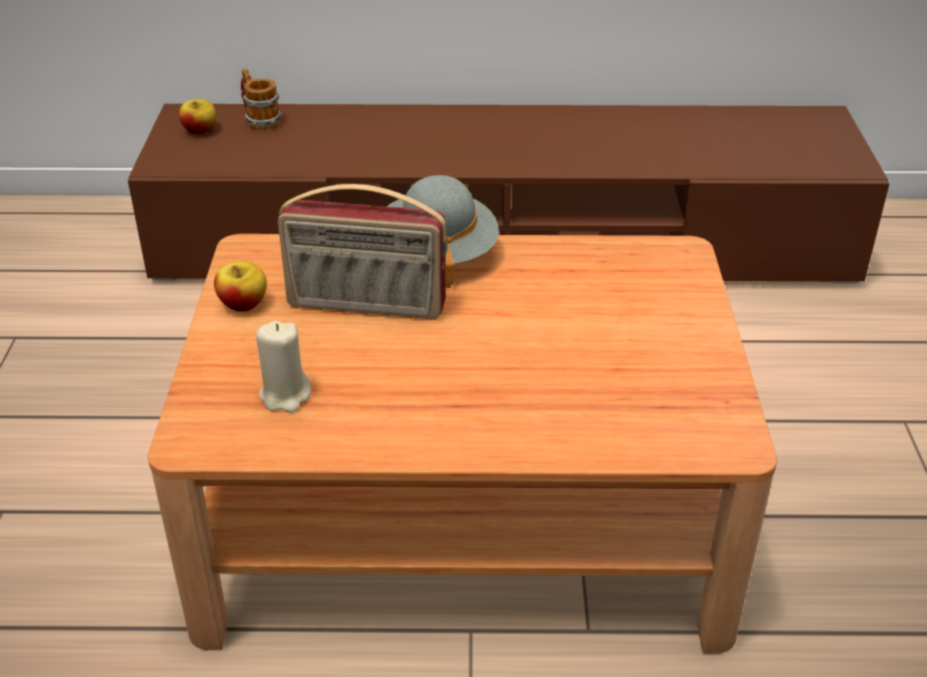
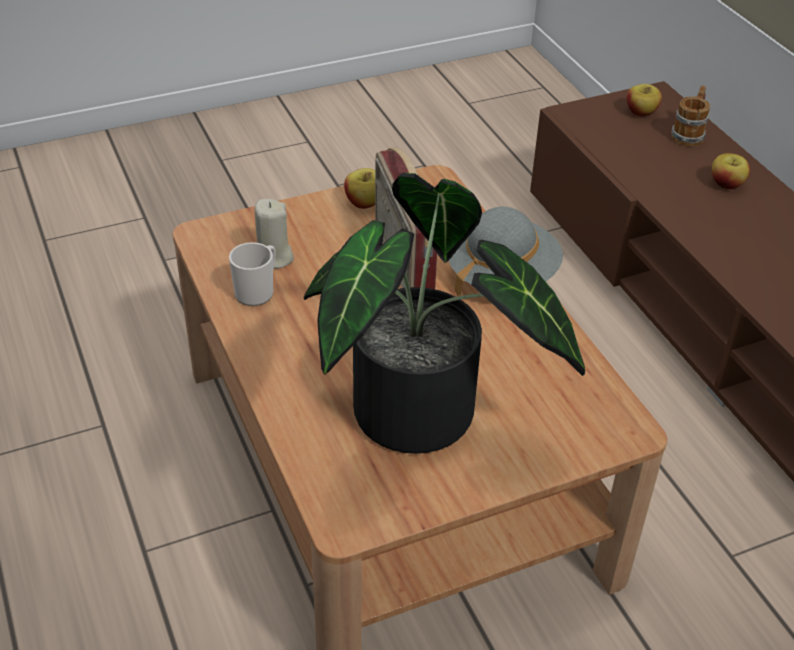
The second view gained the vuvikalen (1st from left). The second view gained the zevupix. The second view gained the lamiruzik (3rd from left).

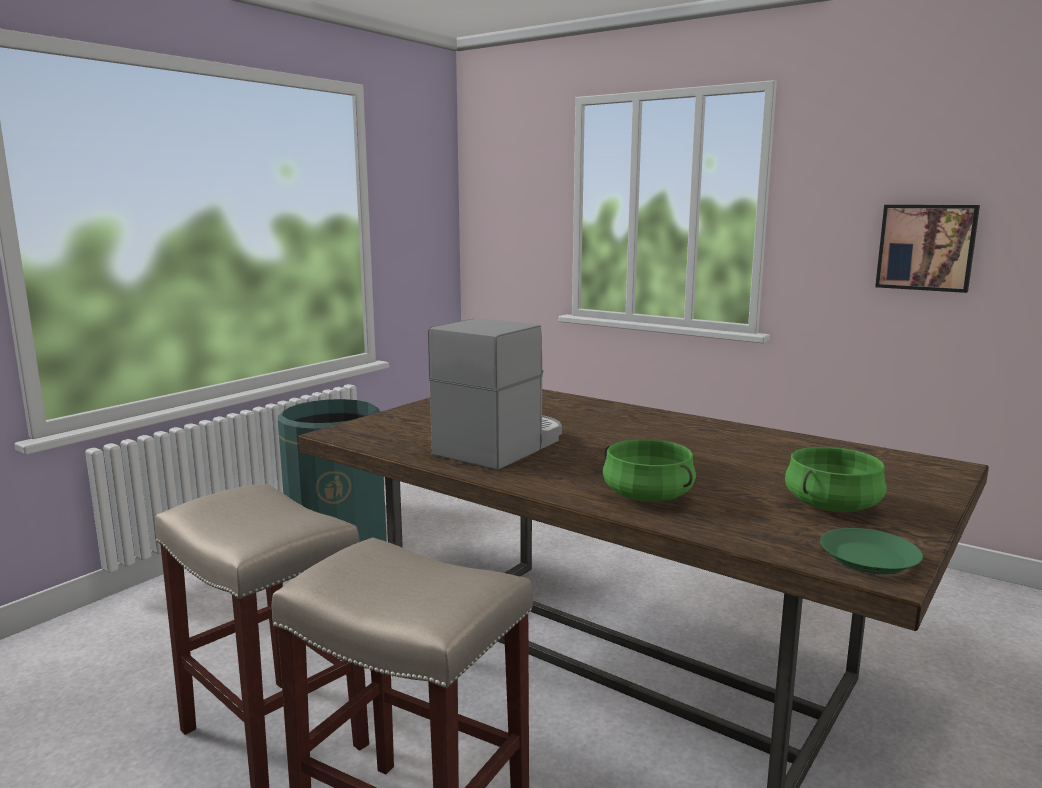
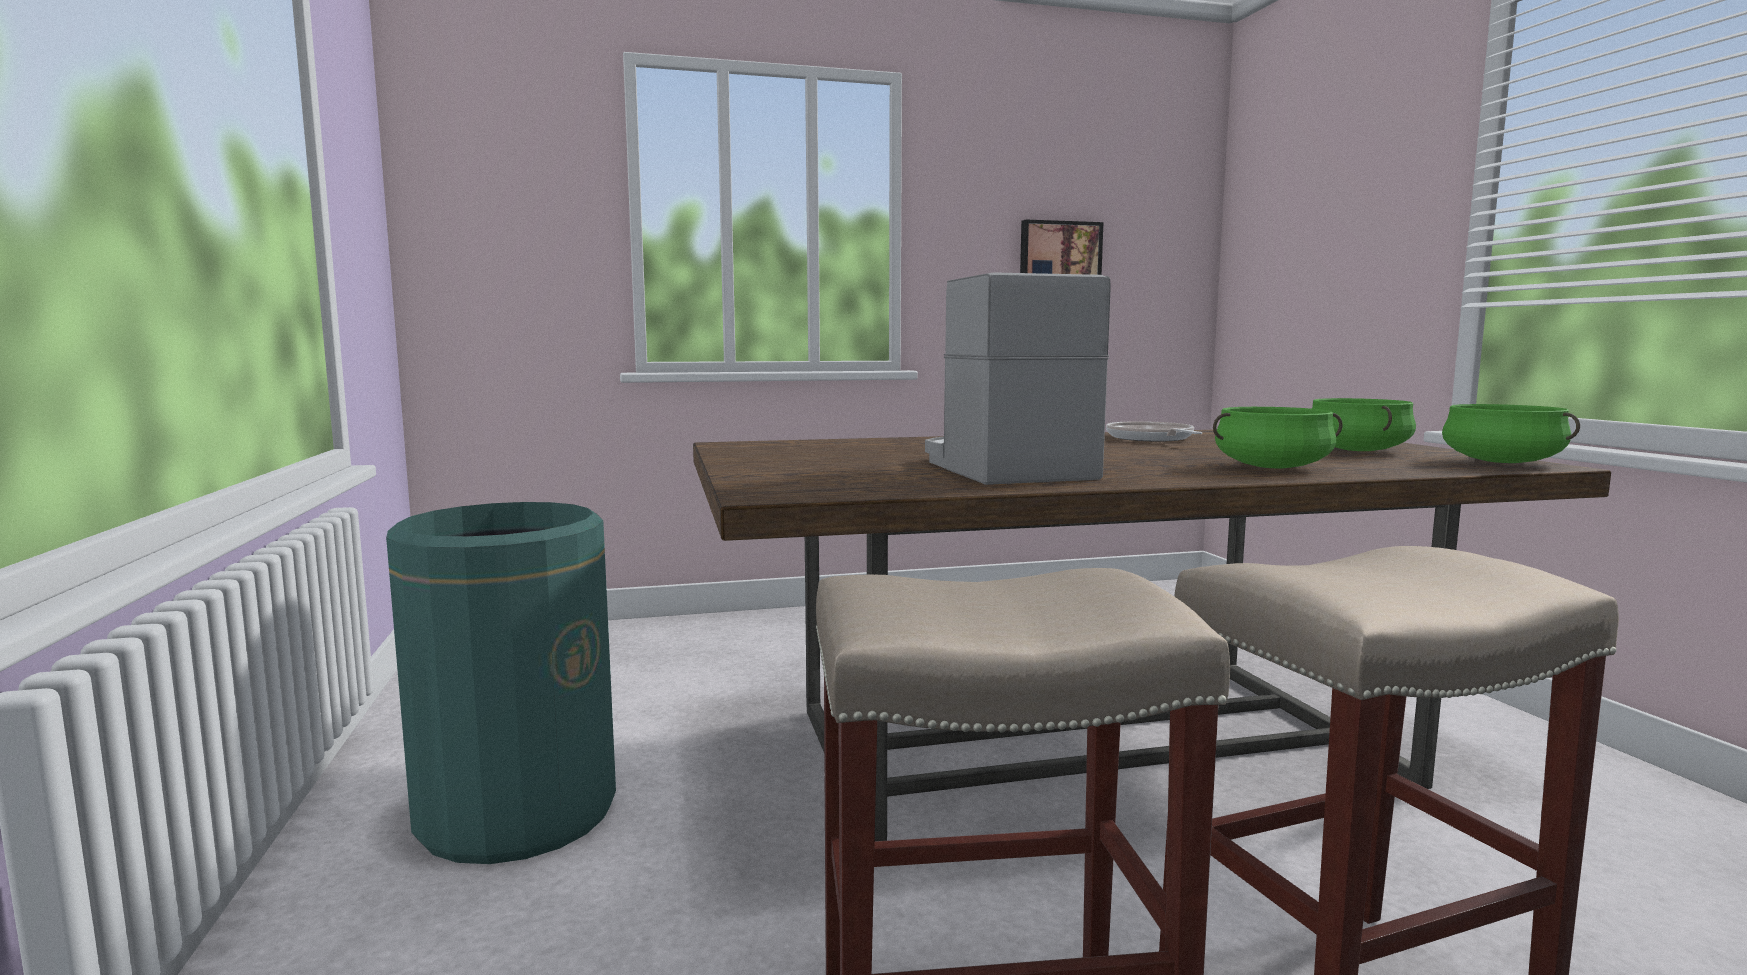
The second view gained the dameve. Where the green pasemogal stood, the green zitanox (3rd from left) came to stand.

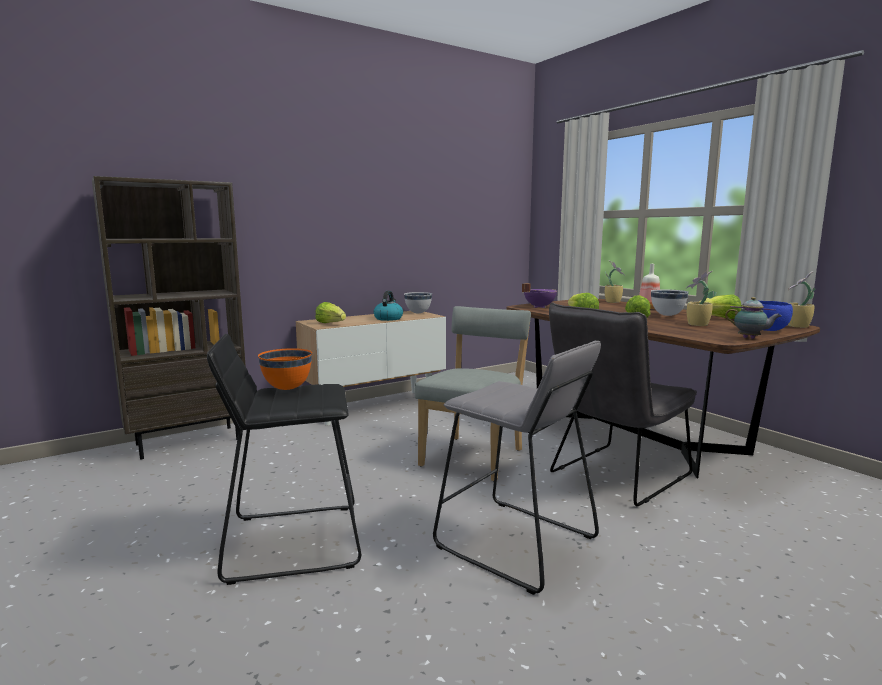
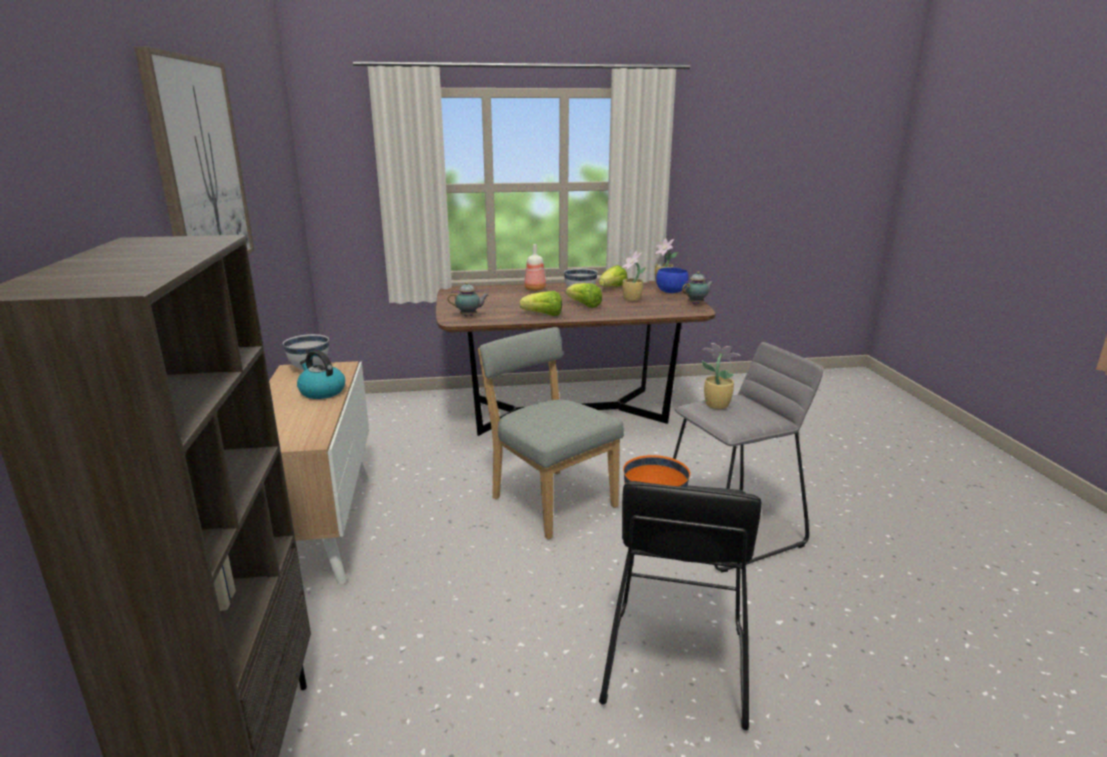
The second view gained the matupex. Where the purple zitanox stood, the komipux (1st from left) came to stand. The zevupix (1st from left in the first image) ended up elsewhere. The second view lost the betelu (1st from left). The second view lost the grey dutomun (2nd from left).

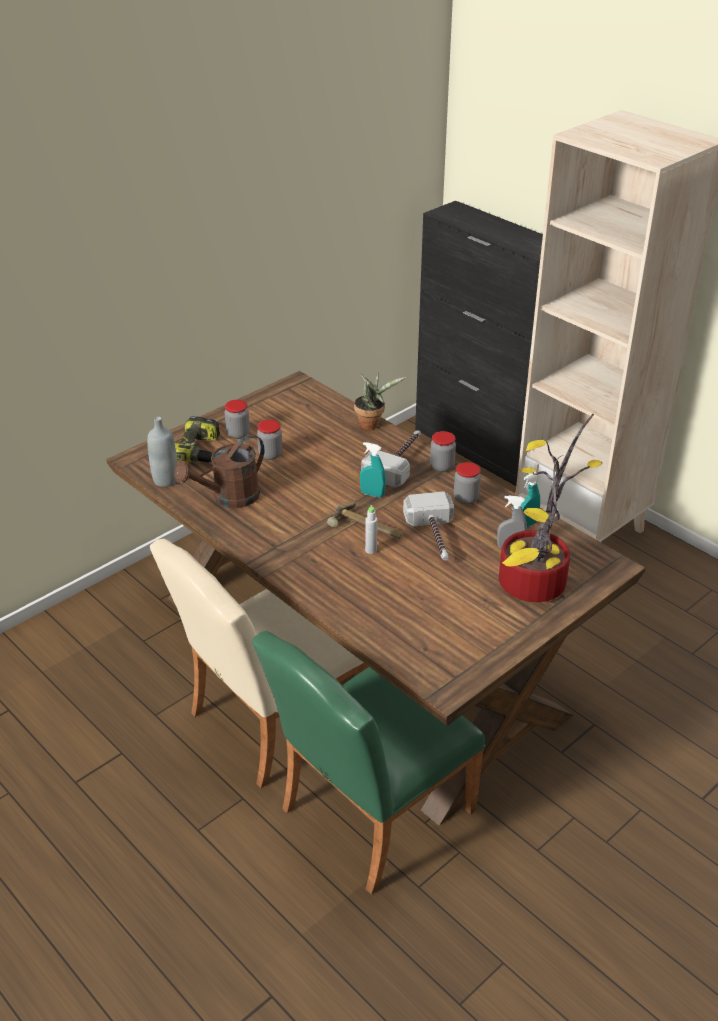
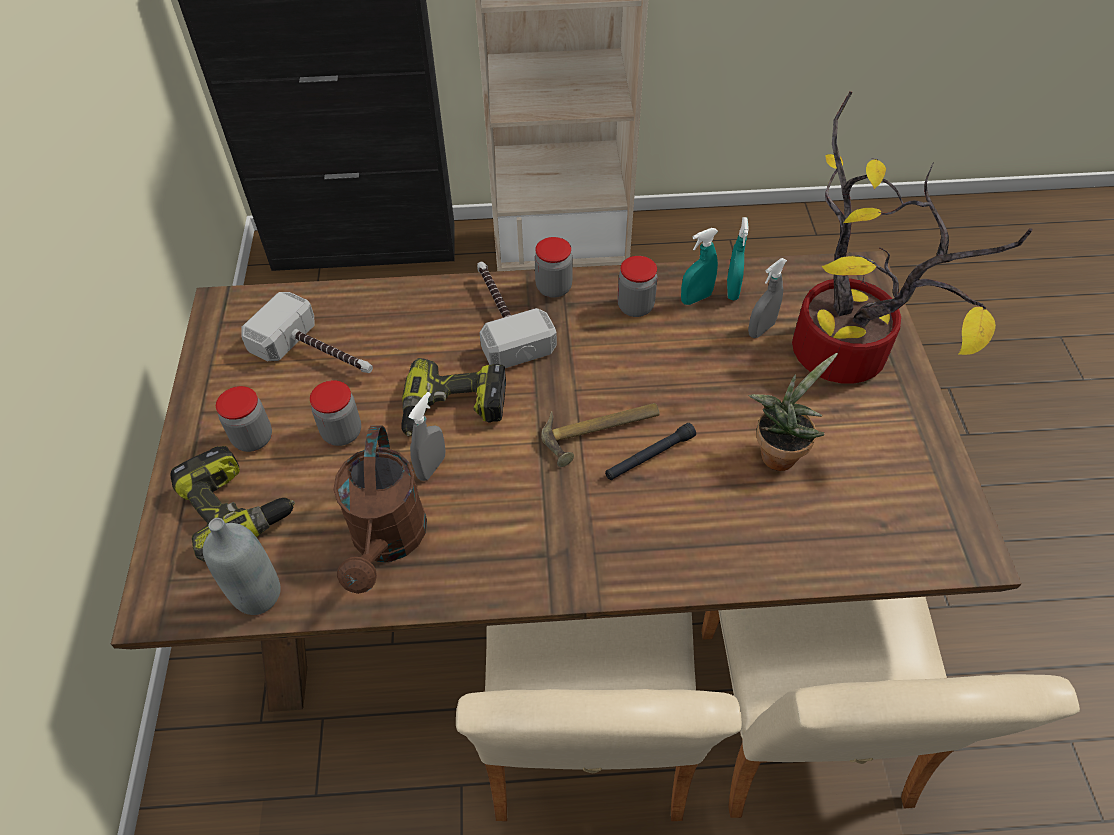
The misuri (3rd from left in the first image) ended up elsewhere. The second view gained the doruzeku (2nd from left). The second view gained the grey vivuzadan (1st from left). Where the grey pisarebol (2nd from left) stood, the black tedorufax came to stand. The turquoise vivuzadan (1st from left) ended up elsewhere. What was the green dutomun turned into the beige dutomun (2nd from left). The zevupix (1st from left) ended up elsewhere.

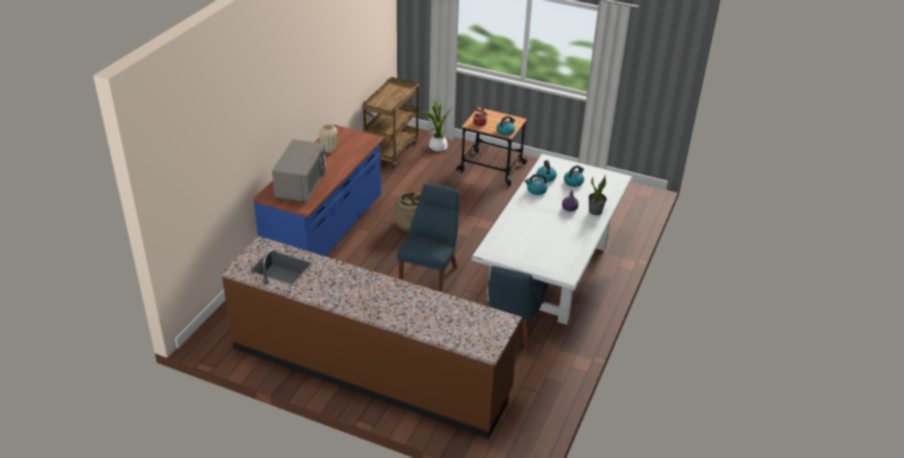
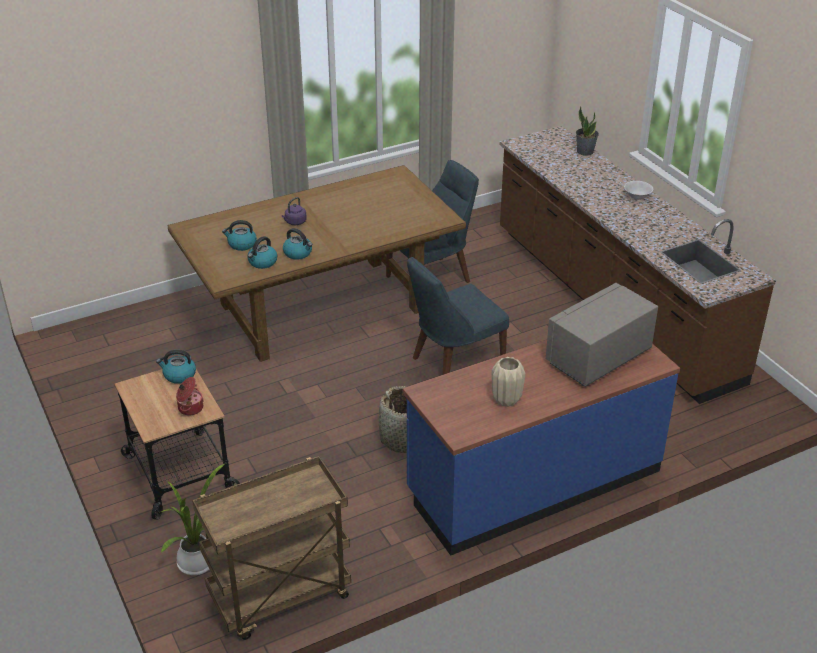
What was the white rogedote turned into the brown rogedote. The zevupix (2nd from left) ended up elsewhere. The second view gained the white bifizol.

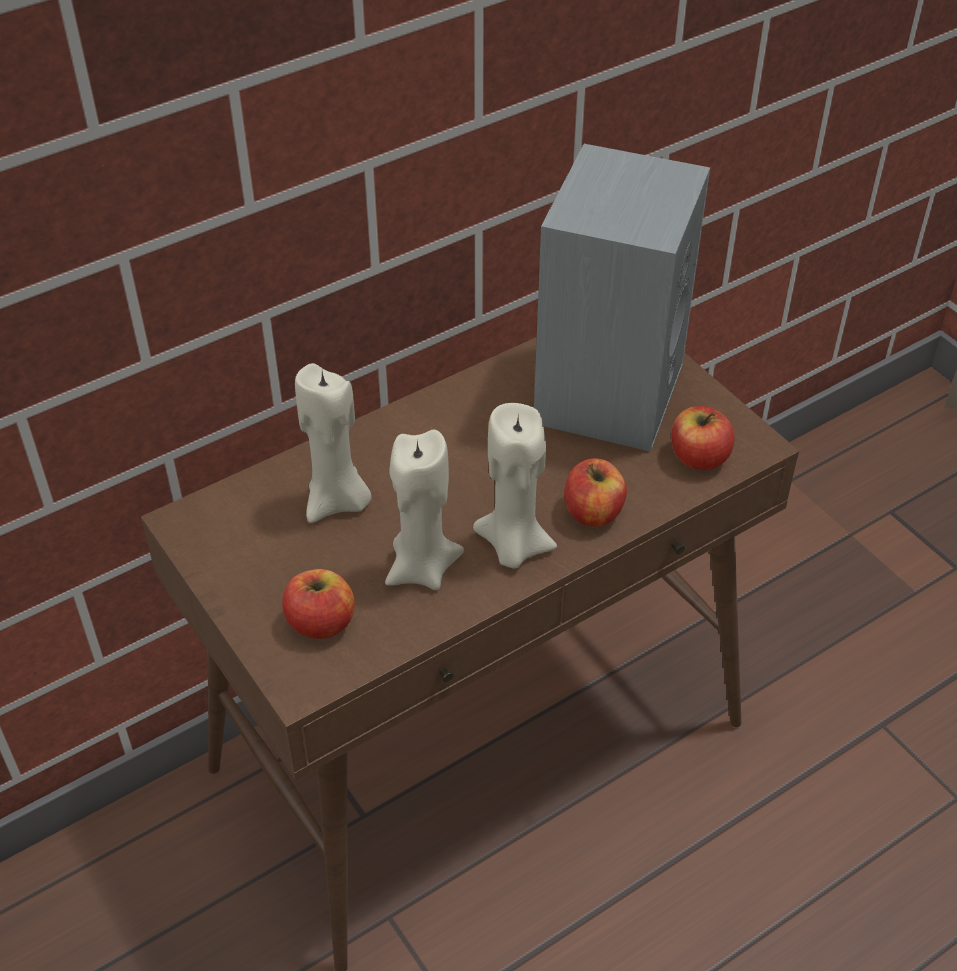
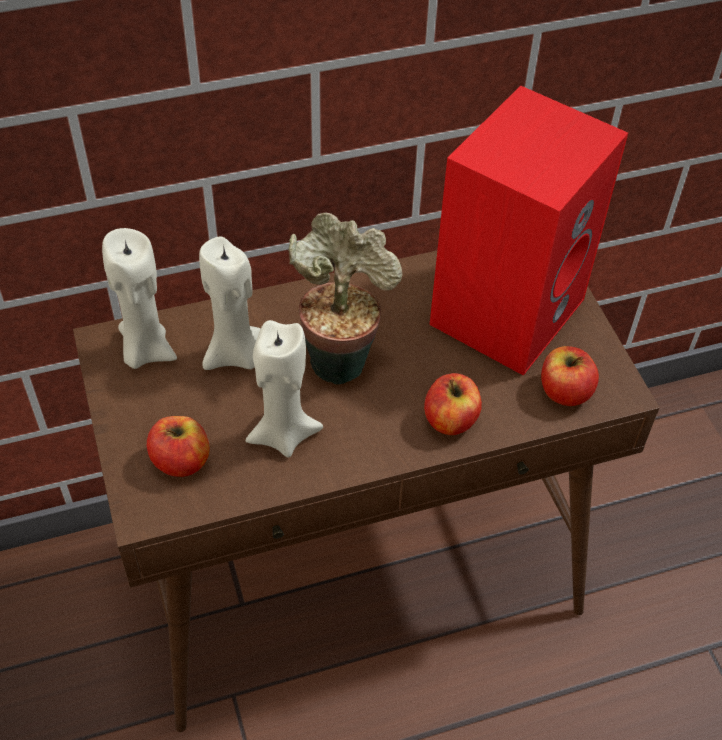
The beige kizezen (3rd from left in the first image) ended up elsewhere. The second view gained the zevupix. What was the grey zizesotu turned into the red zizesotu.

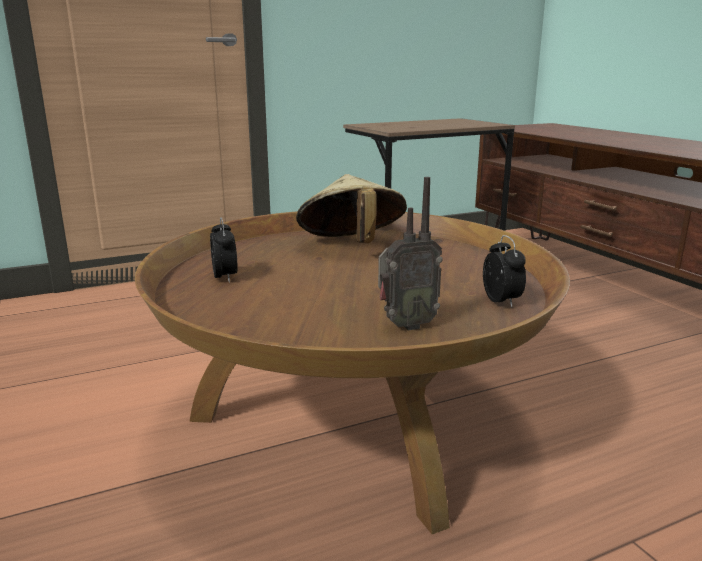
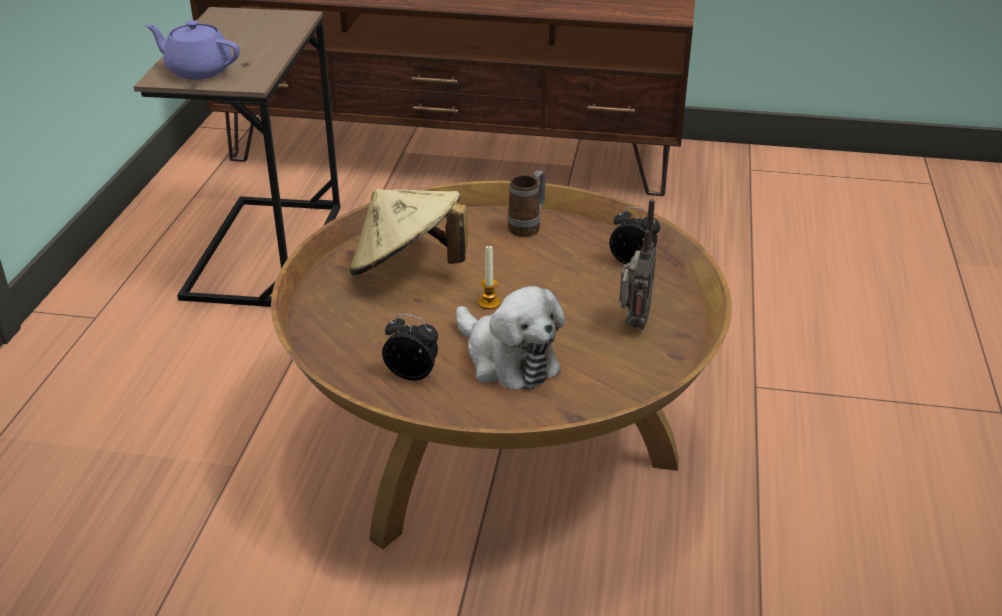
The second view gained the purple komipux. The second view gained the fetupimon. The second view gained the kizezen. The second view gained the vuvikalen.

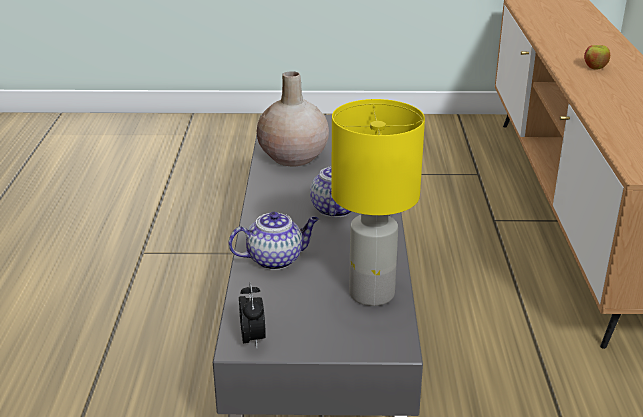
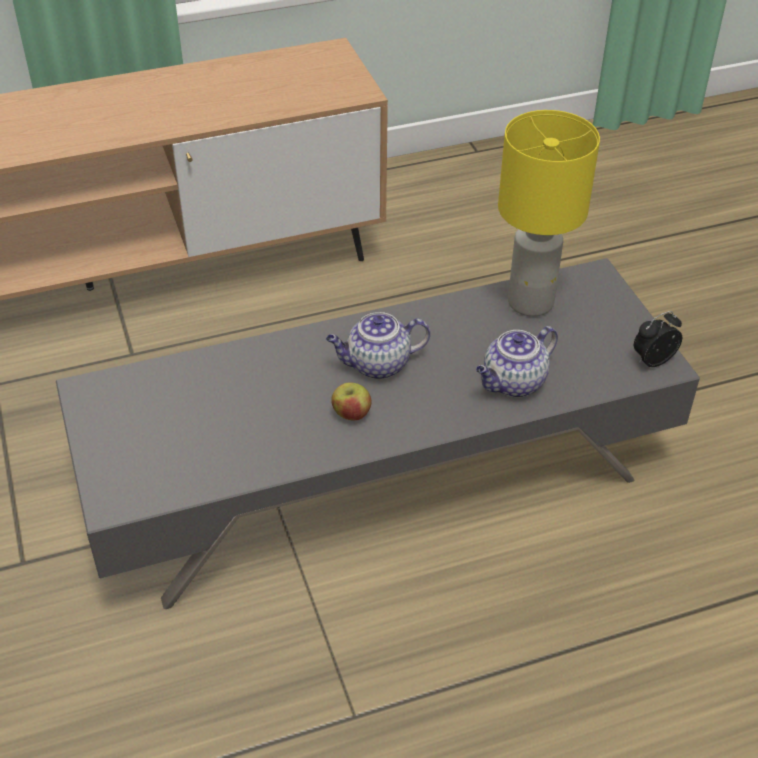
The lamiruzik ended up elsewhere. The komipux (1st from left in the first image) ended up facing another way, 90 degrees counterclockwise from before. The second view lost the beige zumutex.

